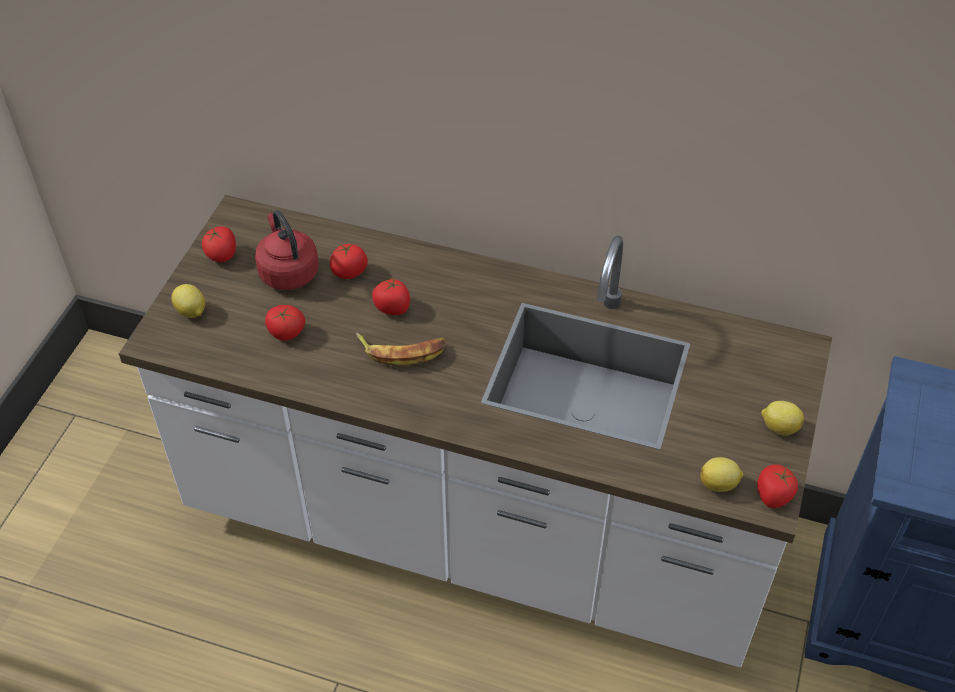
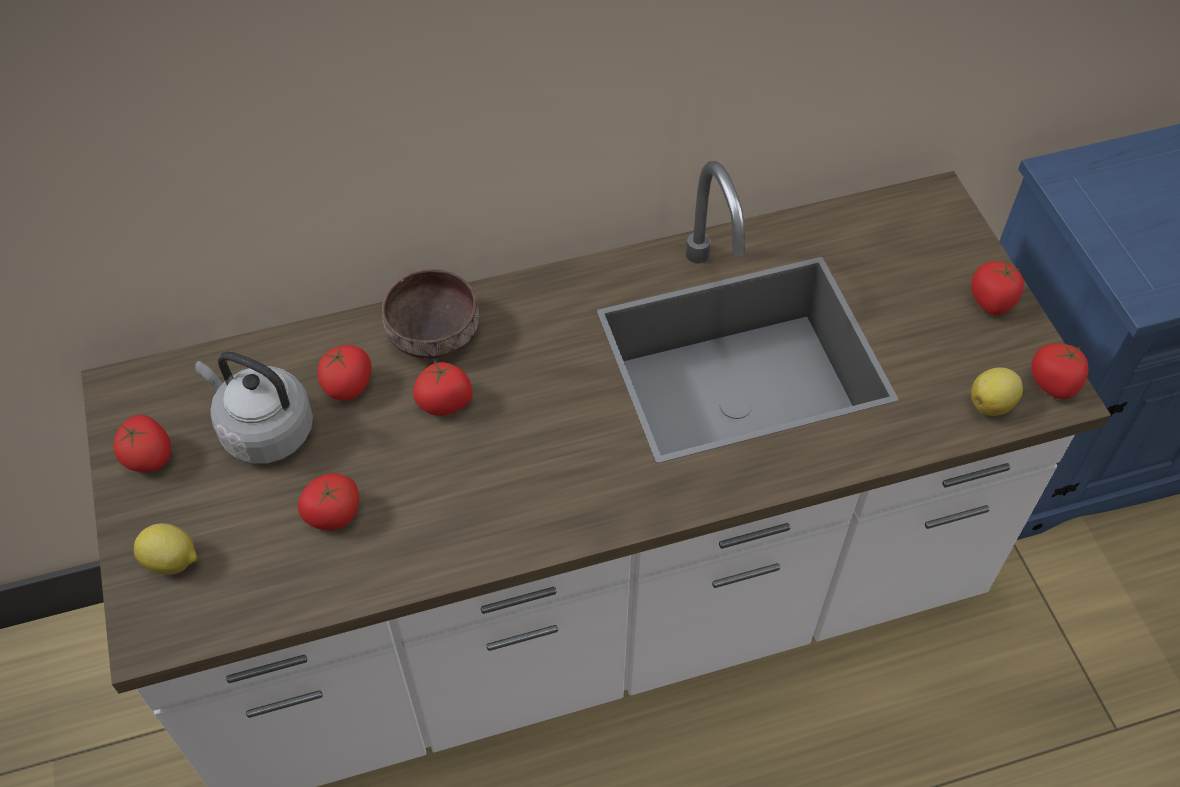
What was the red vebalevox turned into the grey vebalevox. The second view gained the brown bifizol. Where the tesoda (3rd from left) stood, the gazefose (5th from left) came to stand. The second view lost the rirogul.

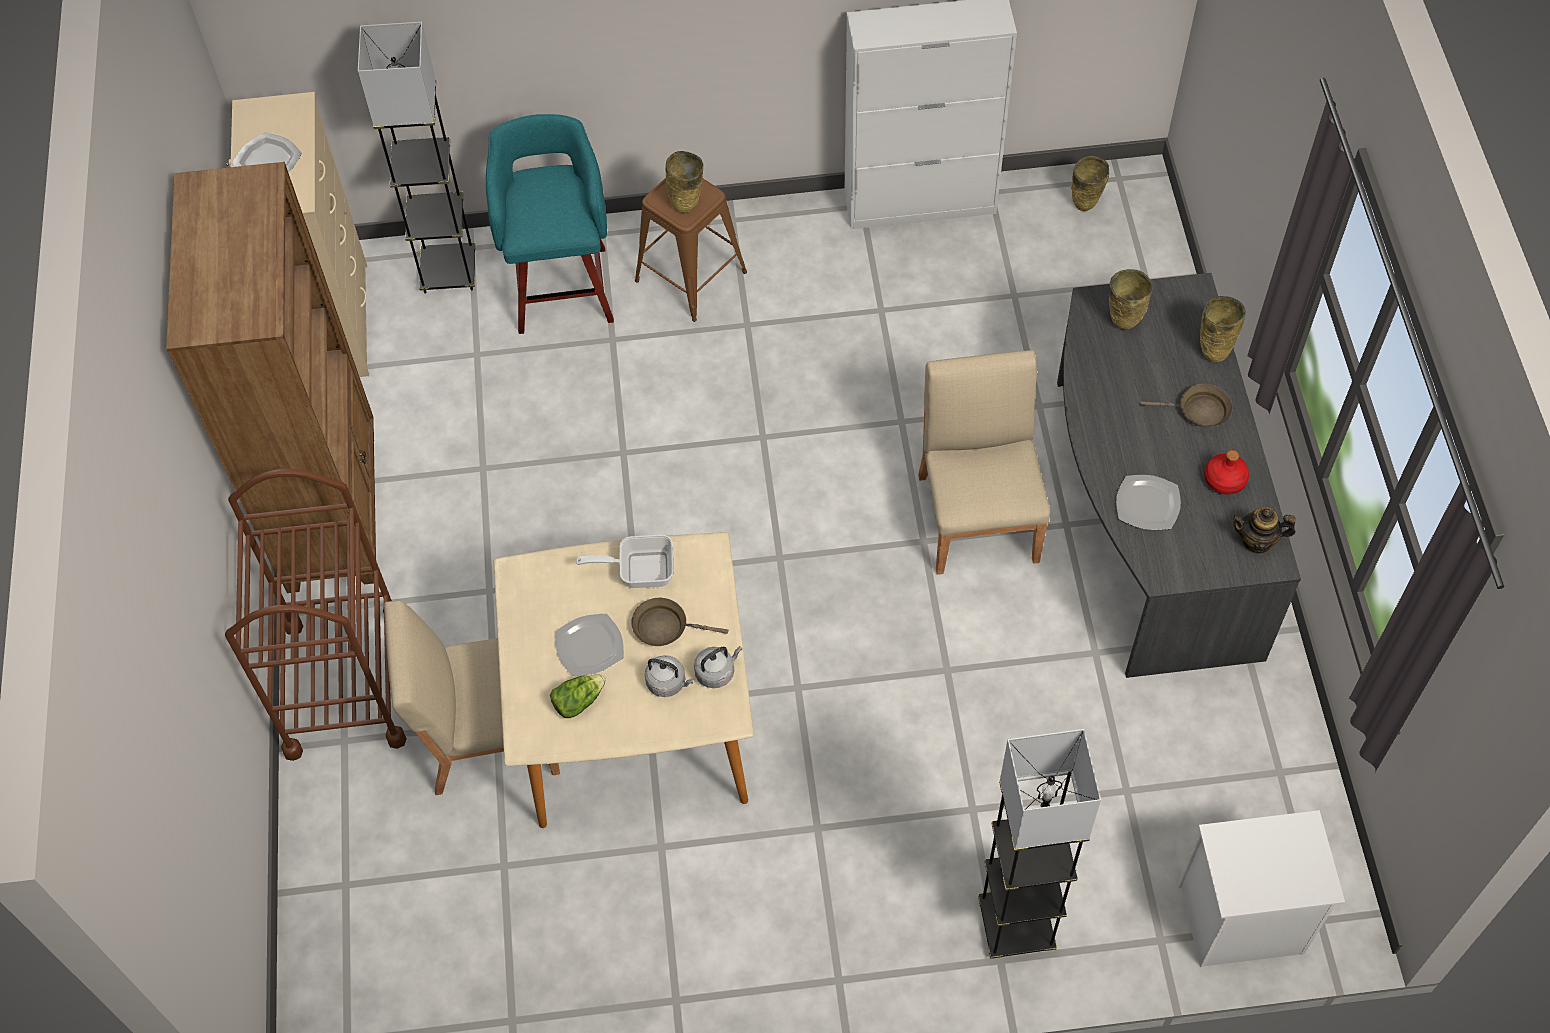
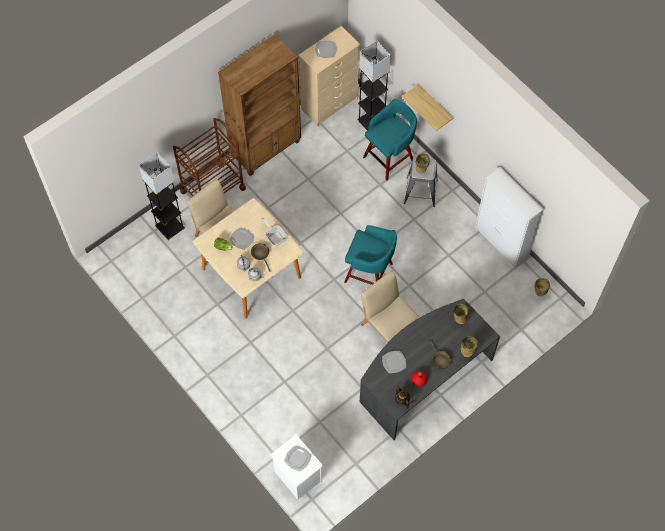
The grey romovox (2nd from left in the first image) ended up elsewhere. The second view gained the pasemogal (2nd from left). The second view gained the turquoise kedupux (1st from left). The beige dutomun (2nd from left) ended up facing another way, 90 degrees counterclockwise from before. The second view gained the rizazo. What was the brown kedupux turned into the grey kedupux.

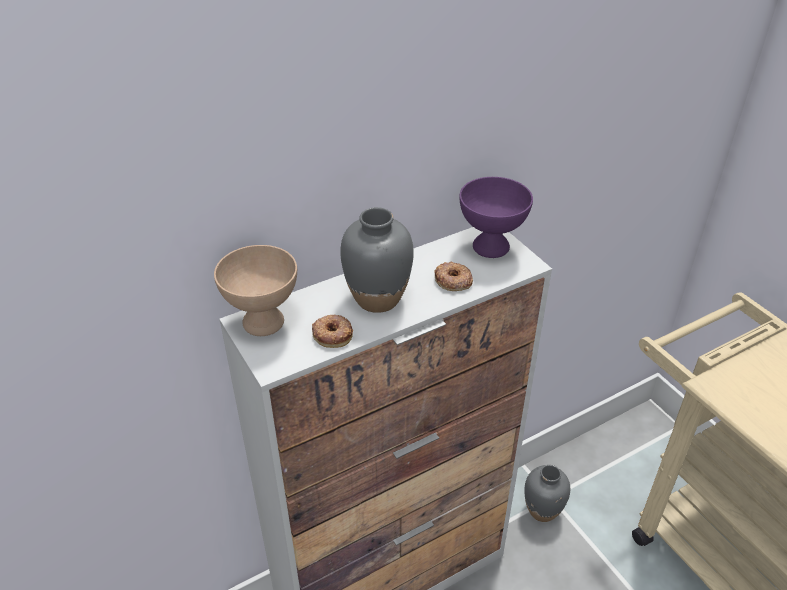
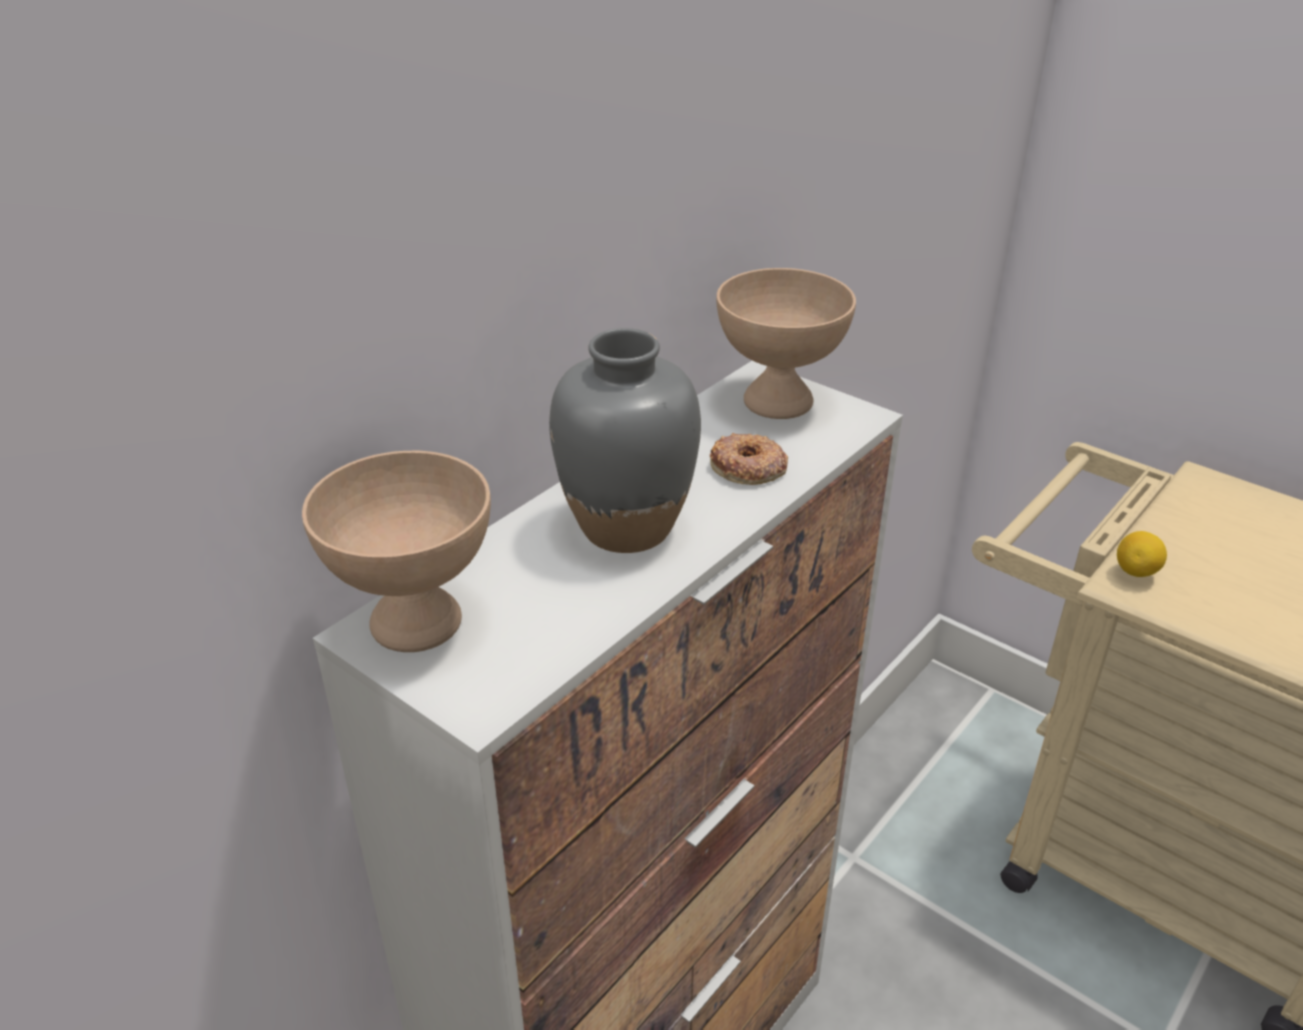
What was the purple bifizol turned into the beige bifizol (2nd from left). The second view gained the tesoda. The second view lost the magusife (1st from left). The second view lost the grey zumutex (2nd from left).

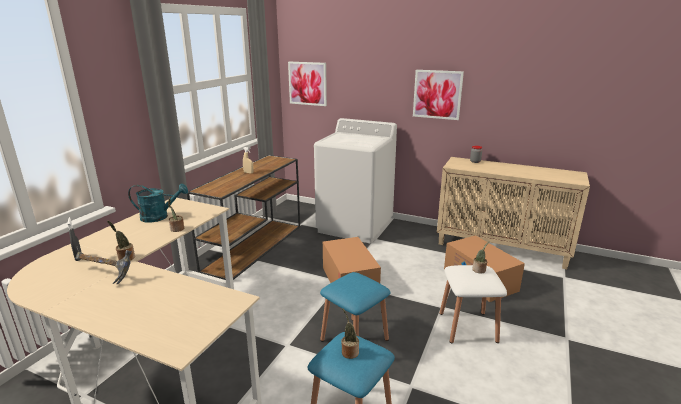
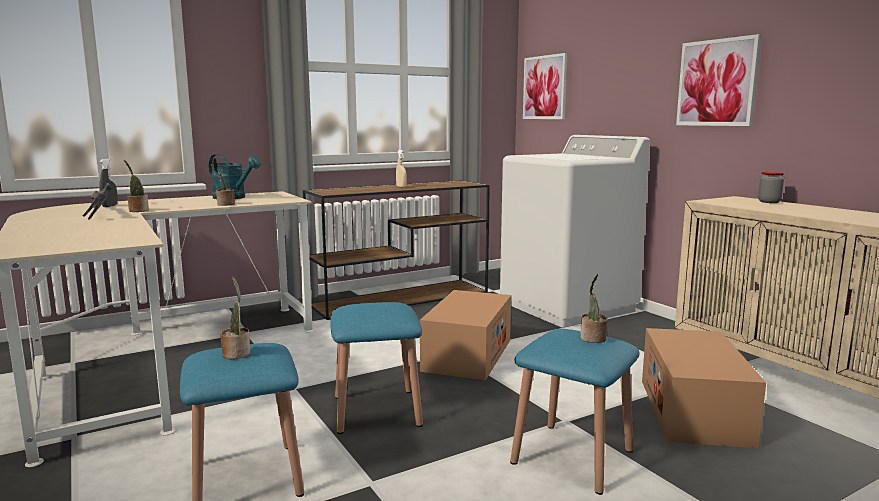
What was the white kedupux turned into the blue kedupux (3rd from left).

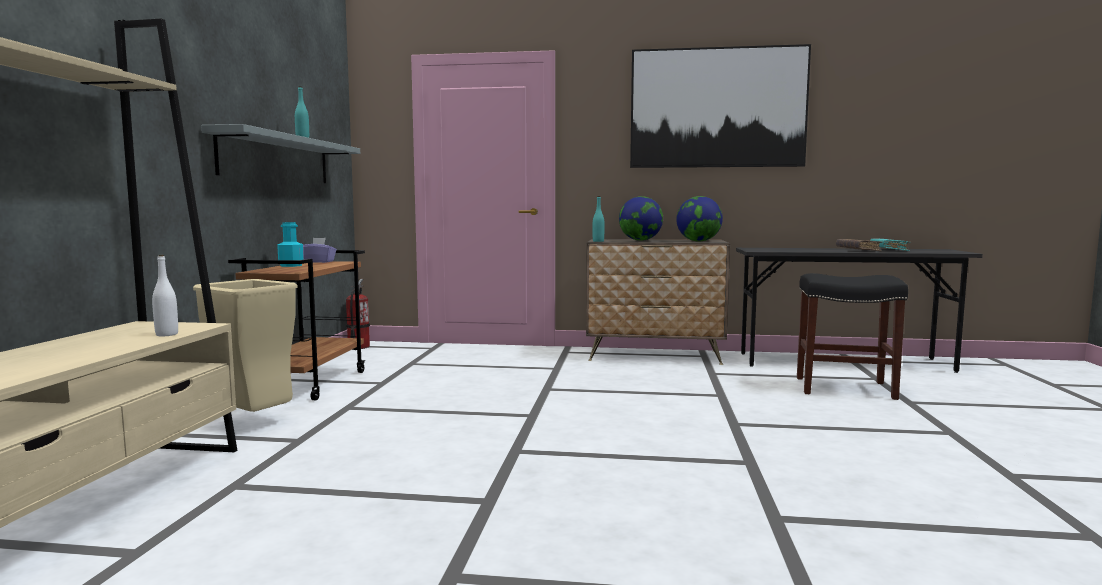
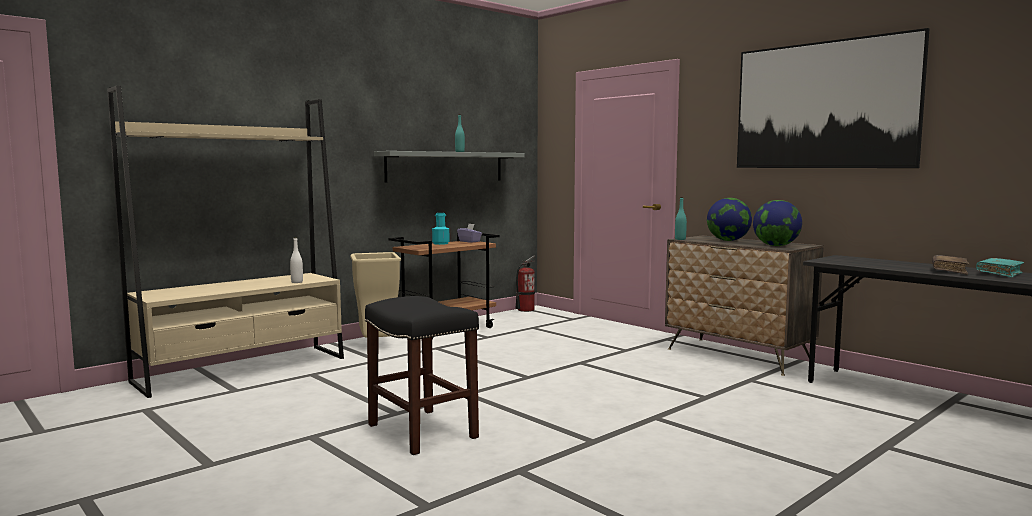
The black kedupux ended up elsewhere.

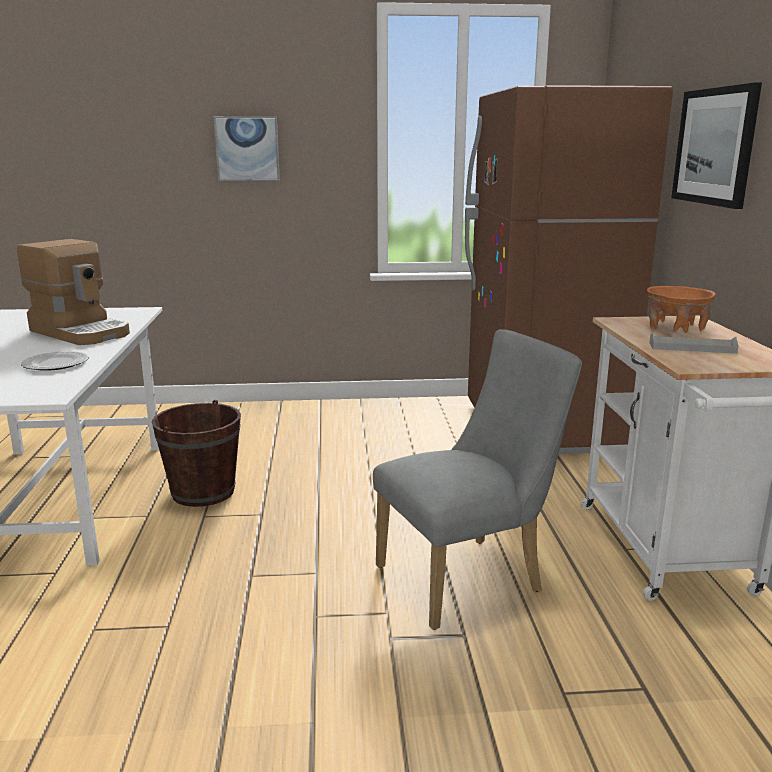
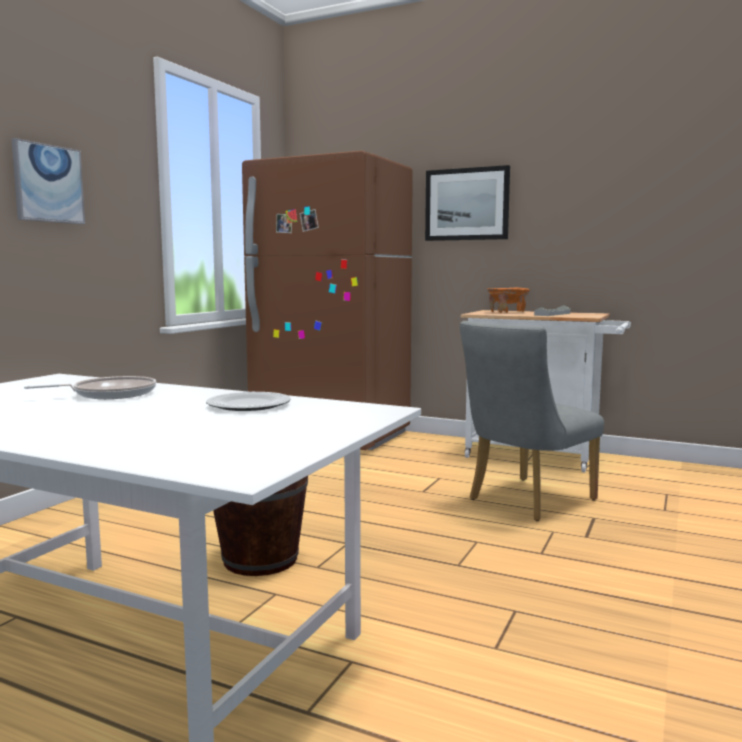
Where the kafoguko stood, the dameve came to stand. The grey dutomun ended up facing another way, 135 degrees counterclockwise from before.

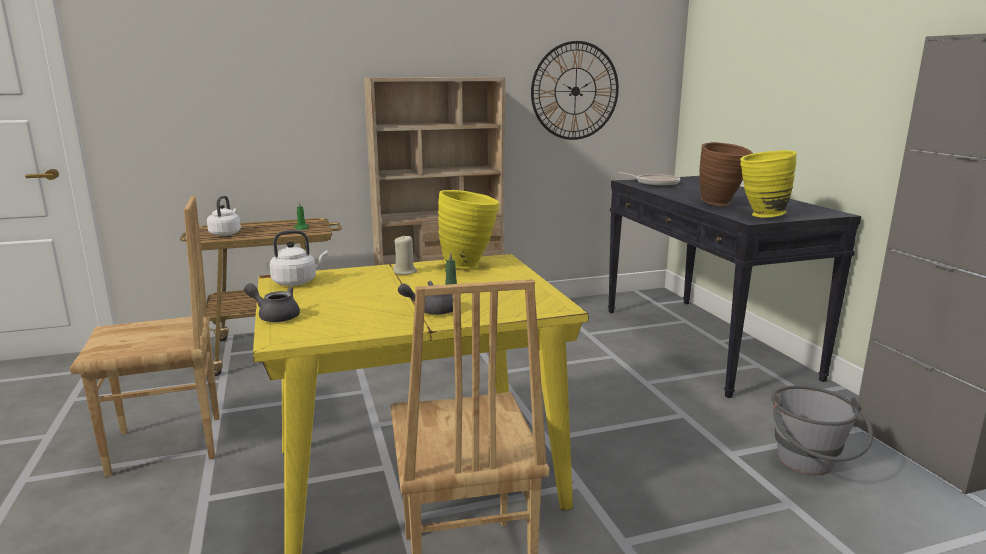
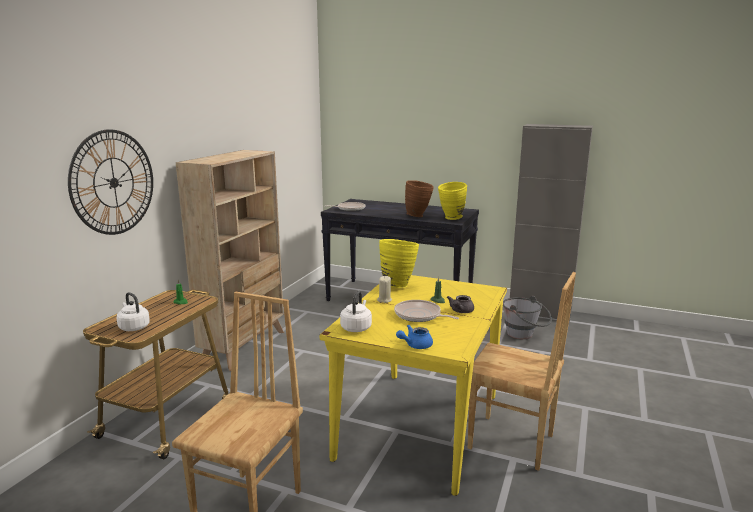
The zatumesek ended up elsewhere. The second view gained the dameve (2nd from left). What was the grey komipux (1st from left) turned into the blue komipux.

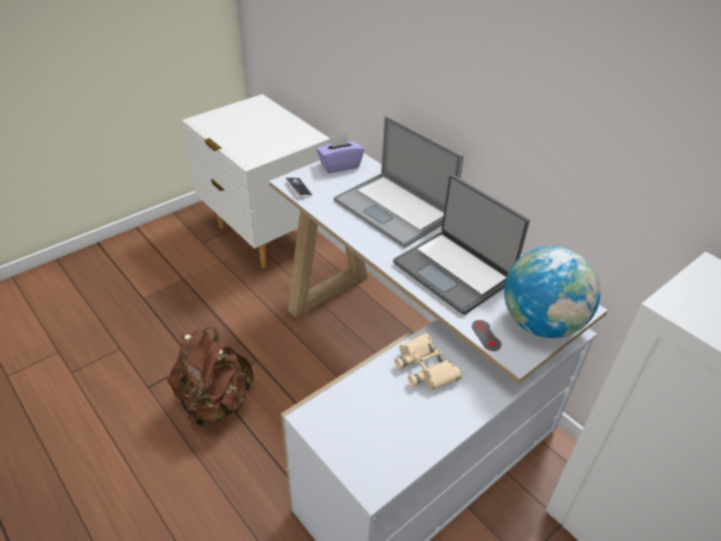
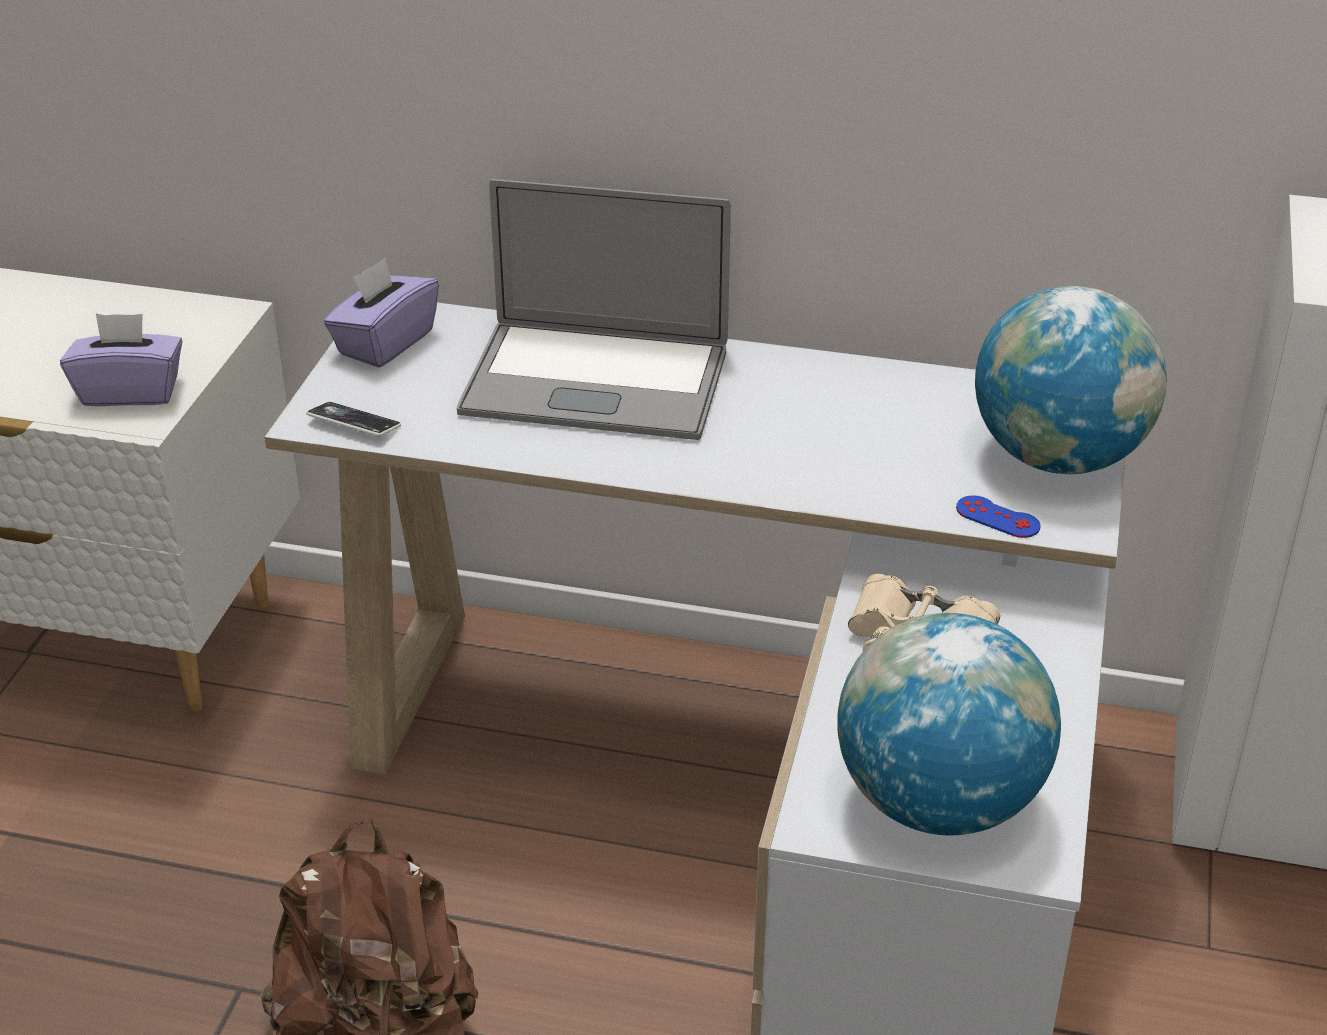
The second view gained the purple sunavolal (1st from left). The second view gained the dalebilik (1st from left). What was the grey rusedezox turned into the blue rusedezox. The second view lost the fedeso (2nd from left).

